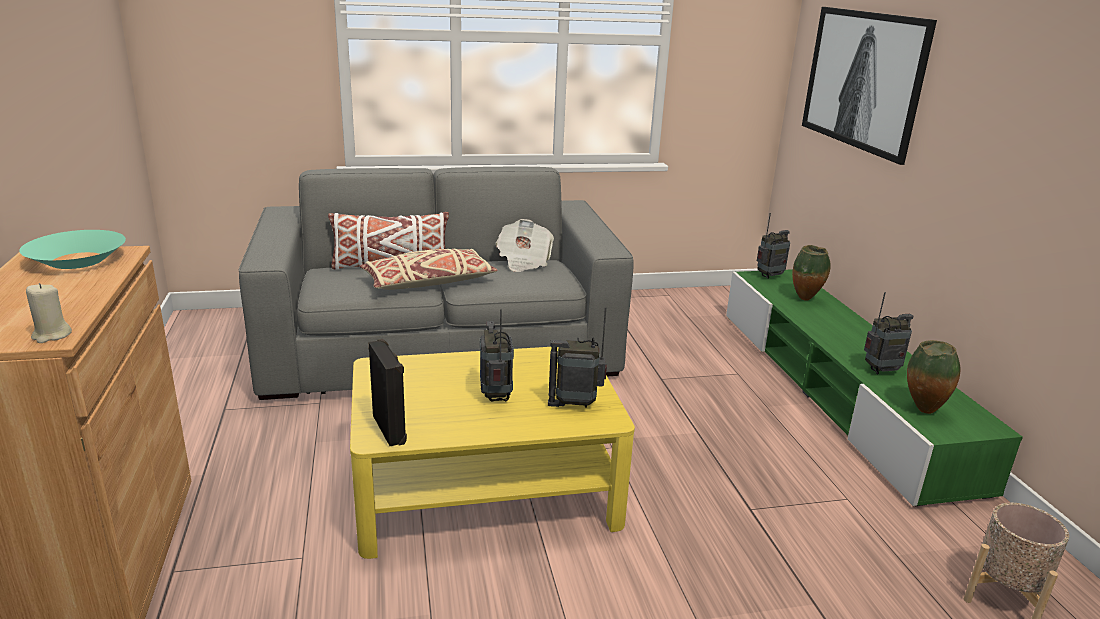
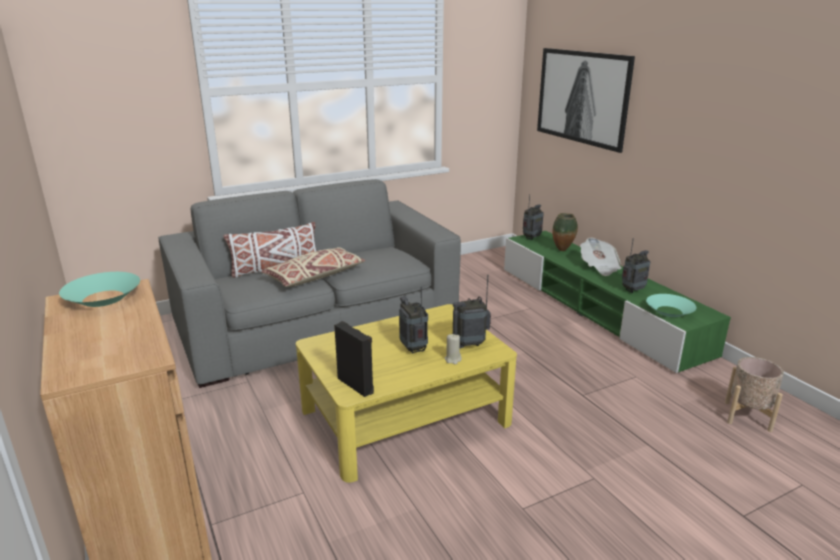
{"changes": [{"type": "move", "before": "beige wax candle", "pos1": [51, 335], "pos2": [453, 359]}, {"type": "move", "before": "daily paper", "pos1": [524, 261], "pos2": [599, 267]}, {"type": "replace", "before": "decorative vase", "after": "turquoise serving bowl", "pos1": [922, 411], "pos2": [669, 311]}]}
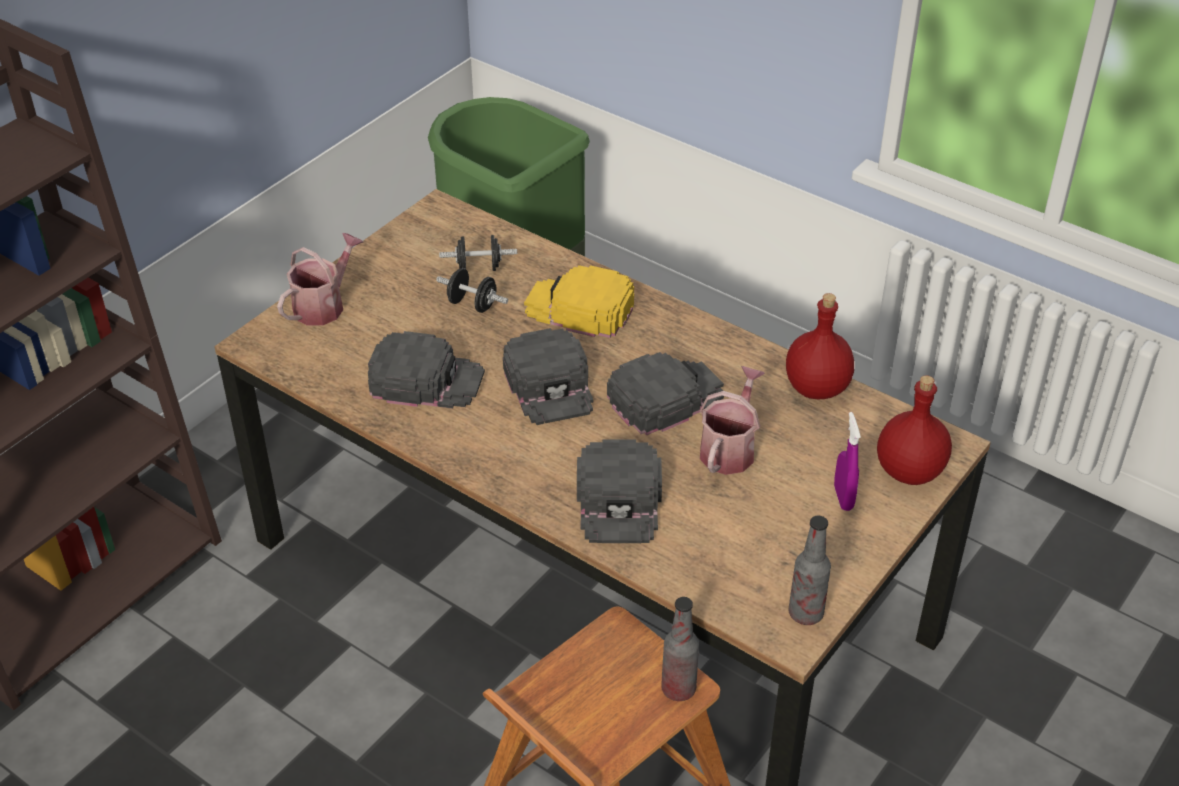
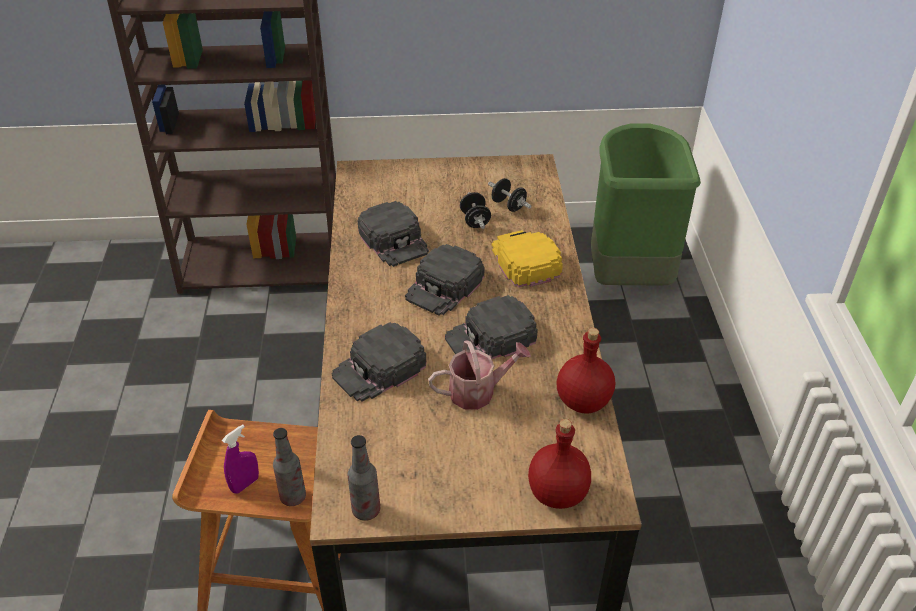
{"changes": [{"type": "move", "before": "purple sprayer", "pos1": [843, 498], "pos2": [245, 484]}, {"type": "rotate", "before": "black-coloured peaked cap", "pos1": [665, 397], "pos2": [491, 337], "turn": 135}, {"type": "delete", "before": "sprinkling can", "pos1": [323, 305]}]}
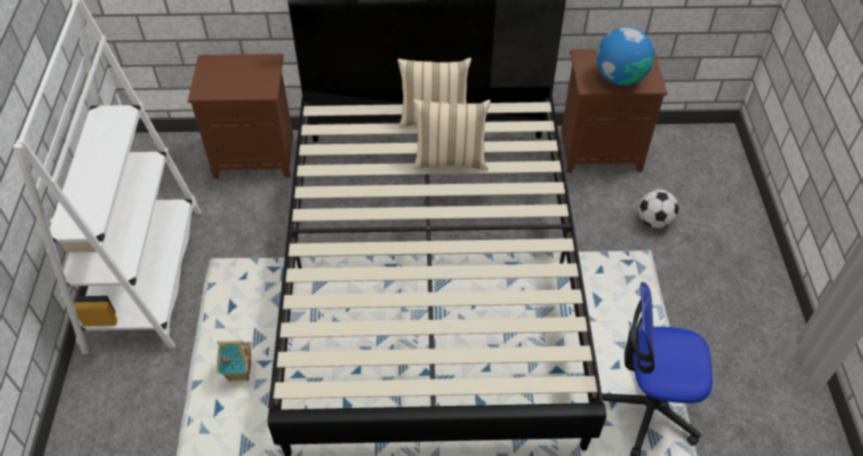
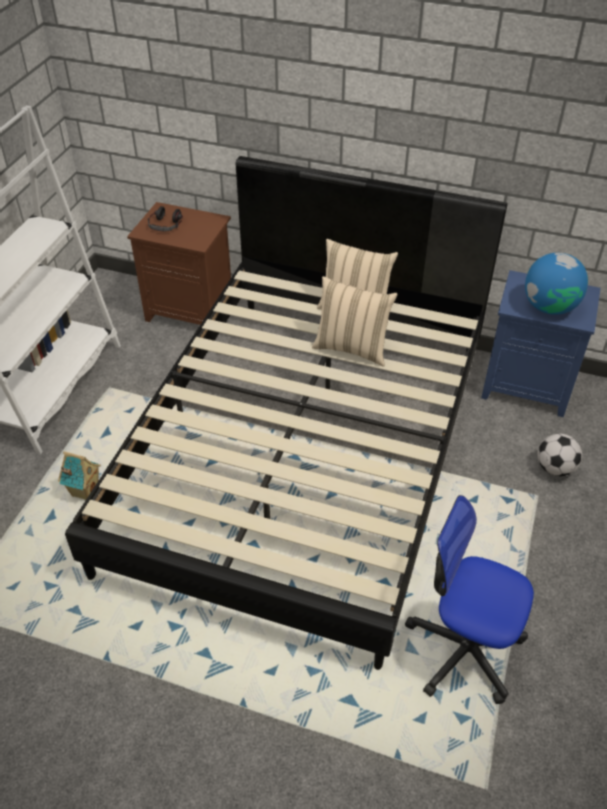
{"changes": [{"type": "insert", "after": "headset", "pos2": [166, 224]}, {"type": "recolor", "before": "brown-coloured bedside table", "after": "blue bedside table", "pos1": [601, 149], "pos2": [528, 386]}]}
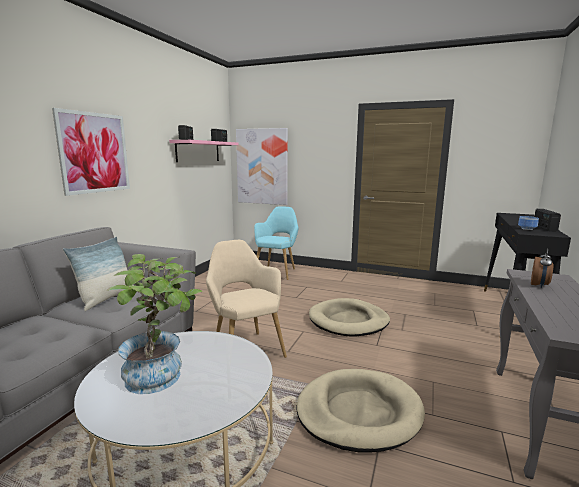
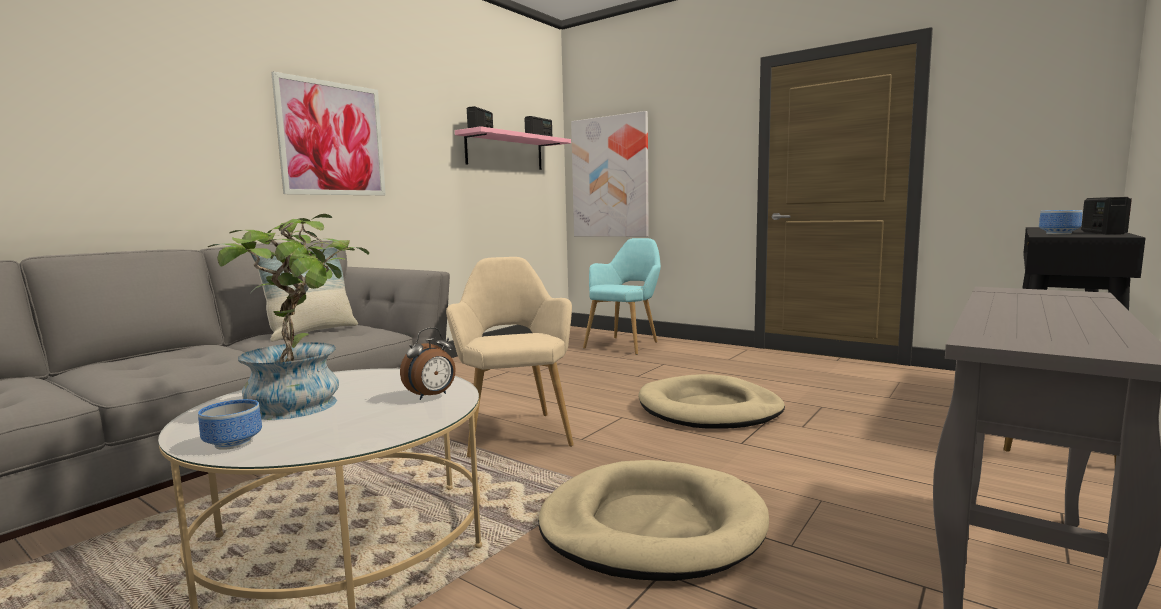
{"changes": [{"type": "insert", "after": "serving bowl", "pos2": [236, 442]}, {"type": "move", "before": "alarm clock", "pos1": [539, 285], "pos2": [432, 396]}]}
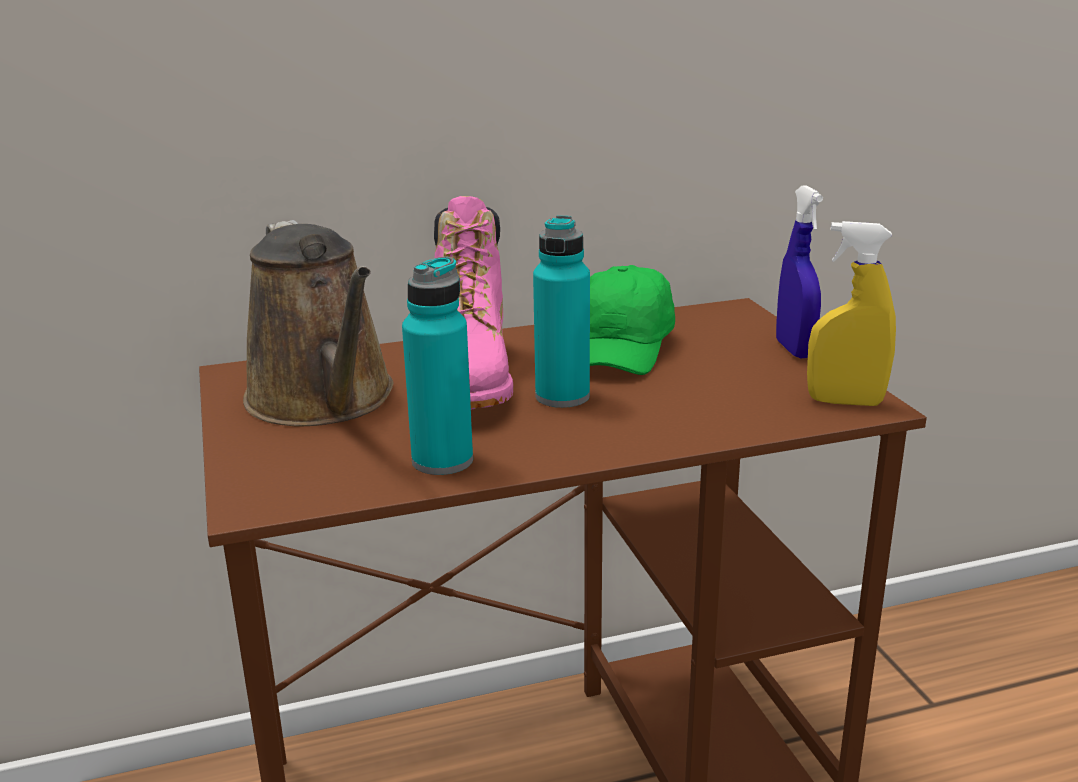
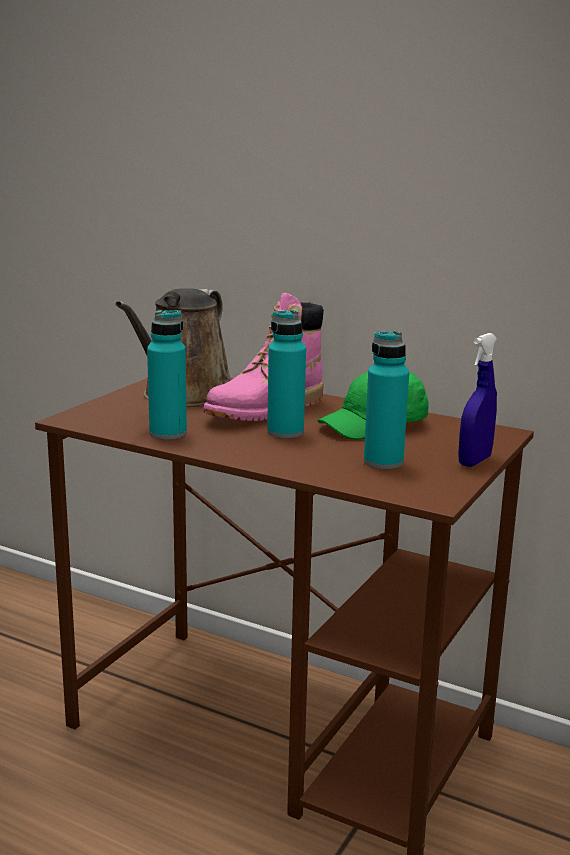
{"changes": [{"type": "insert", "after": "turquoise drink bottle", "pos2": [383, 462]}, {"type": "delete", "before": "yellowish sprayer", "pos1": [845, 402]}]}
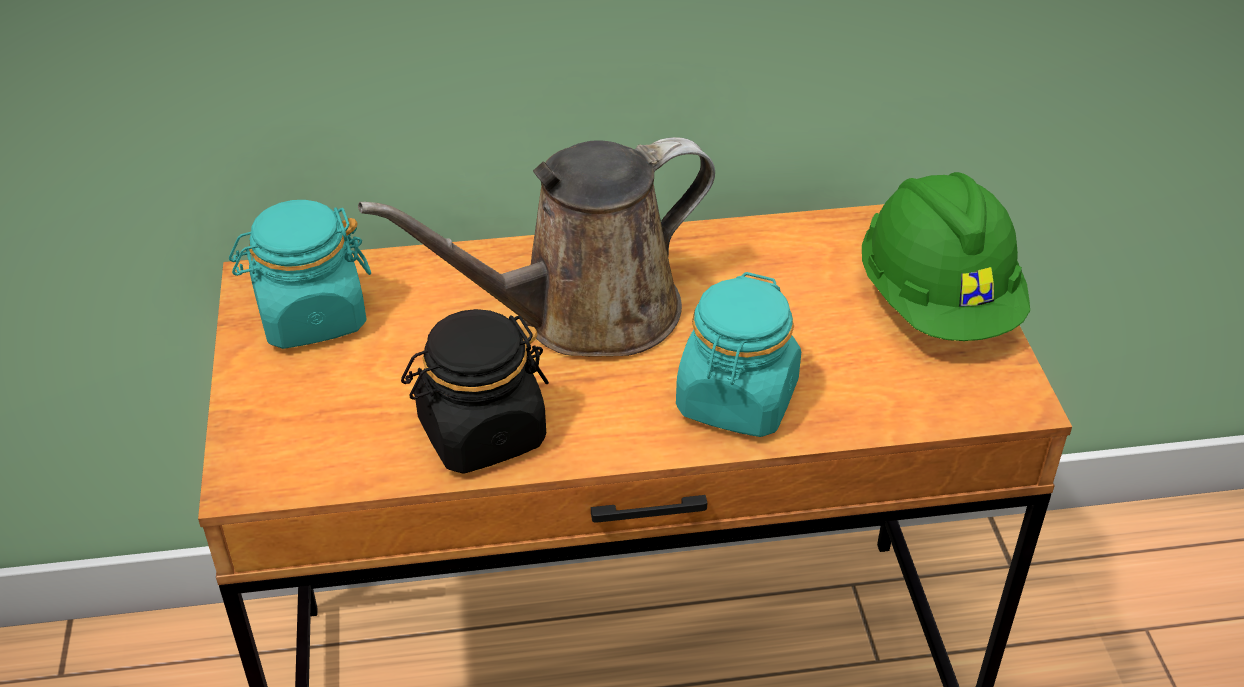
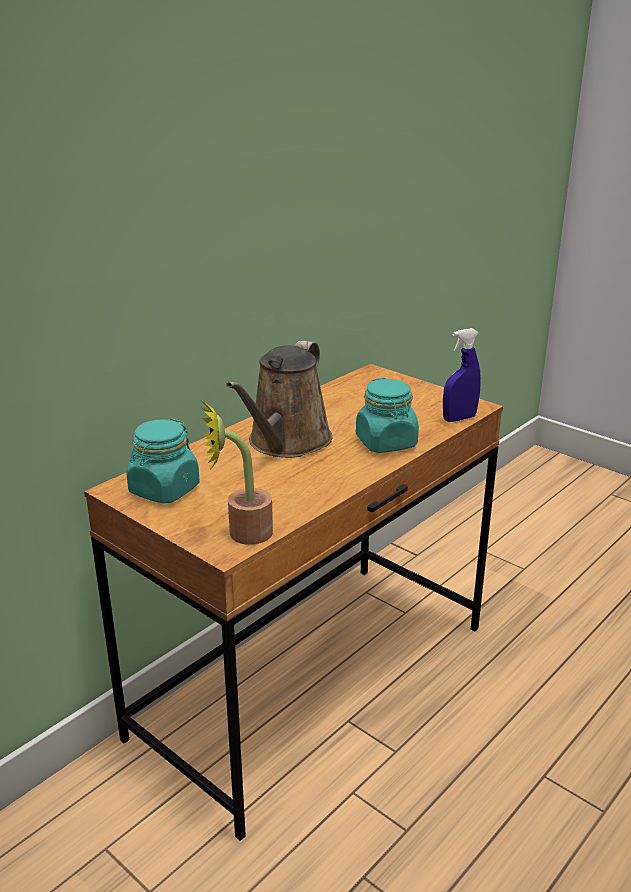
{"changes": [{"type": "insert", "after": "plant in a pot", "pos2": [241, 533]}, {"type": "insert", "after": "blue sprayer", "pos2": [459, 419]}, {"type": "delete", "before": "black-coloured jar", "pos1": [481, 433]}, {"type": "delete", "before": "green safety helmet", "pos1": [937, 302]}]}
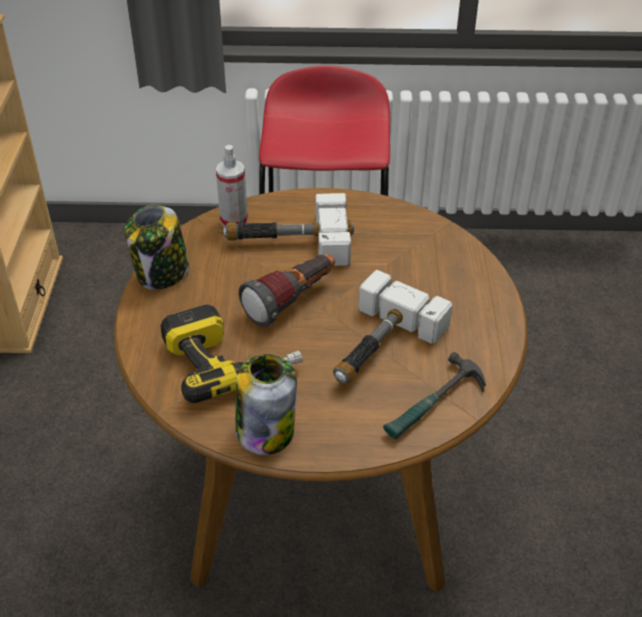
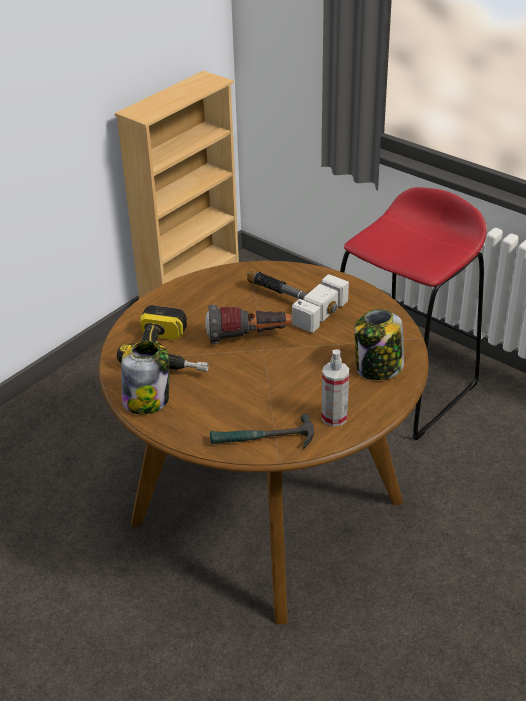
{"changes": [{"type": "move", "before": "sprayer", "pos1": [234, 221], "pos2": [334, 417]}, {"type": "move", "before": "jar", "pos1": [162, 273], "pos2": [378, 368]}, {"type": "delete", "before": "hammer", "pos1": [378, 346]}]}
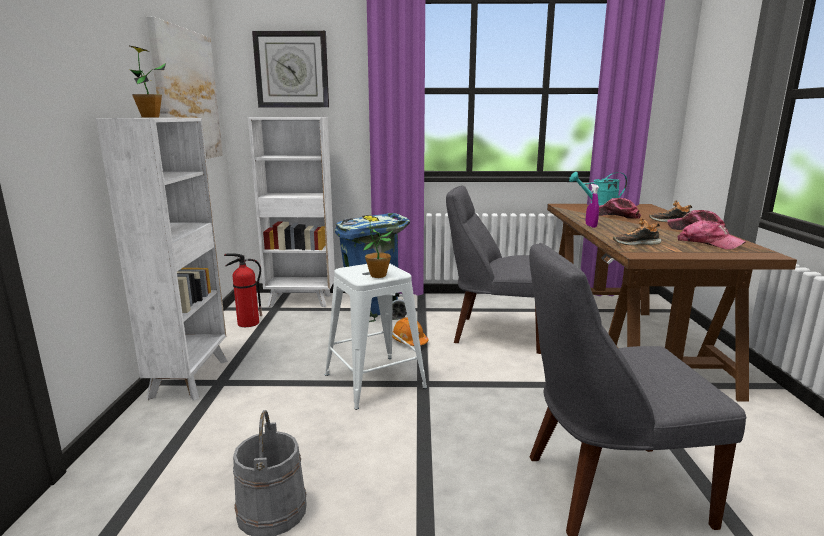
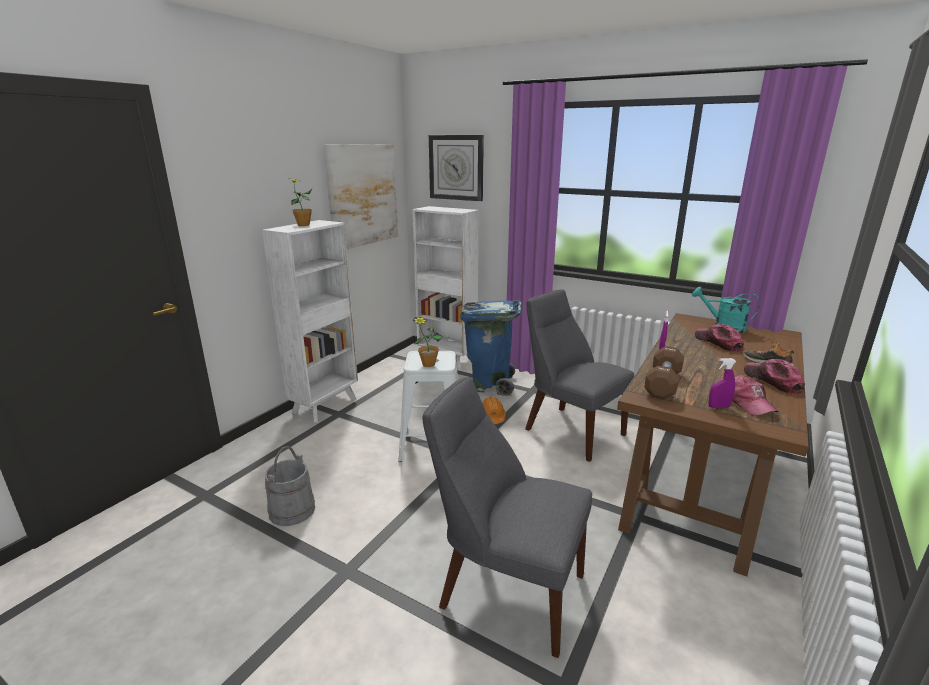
{"changes": [{"type": "replace", "before": "item of footwear", "after": "brown-coloured dumbbell", "pos1": [635, 243], "pos2": [663, 384]}, {"type": "insert", "after": "purple sprayer", "pos2": [718, 407]}, {"type": "delete", "before": "extinguisher", "pos1": [247, 323]}]}
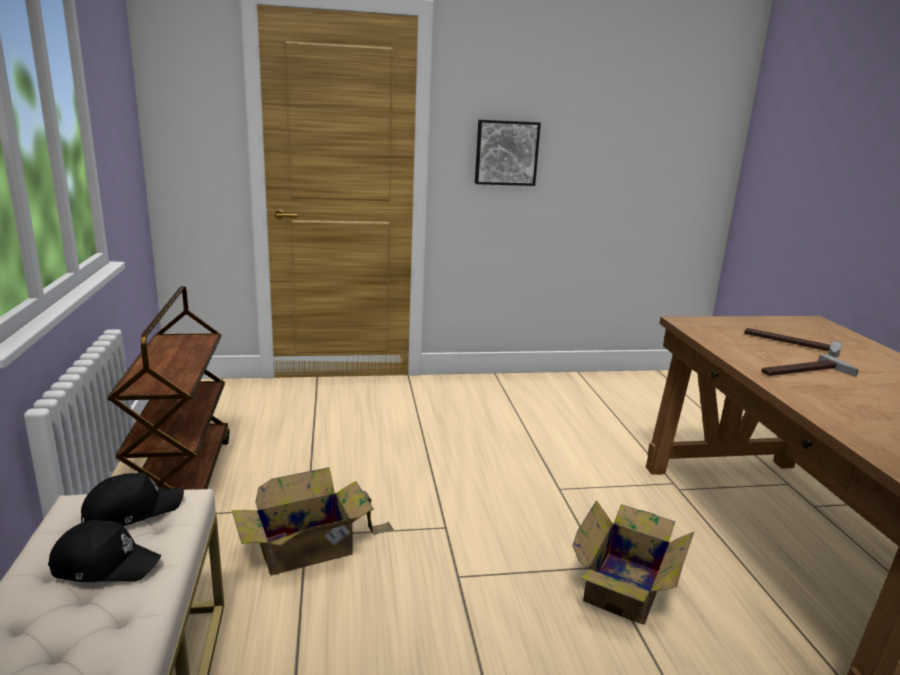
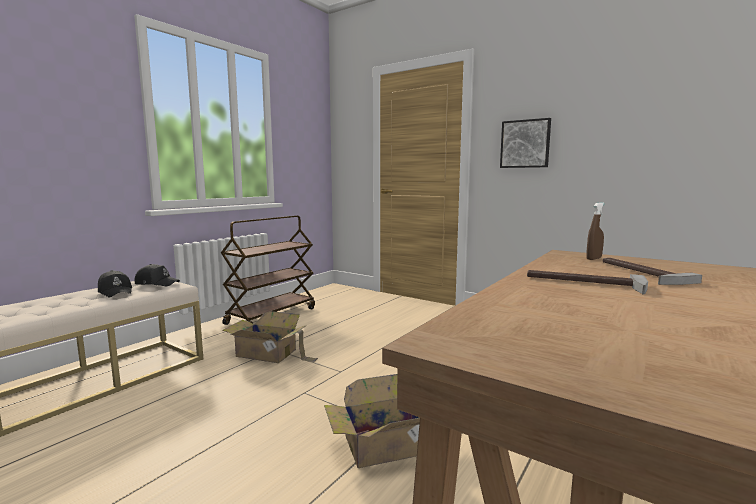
{"changes": [{"type": "insert", "after": "brown-coloured sprayer", "pos2": [594, 258]}]}
